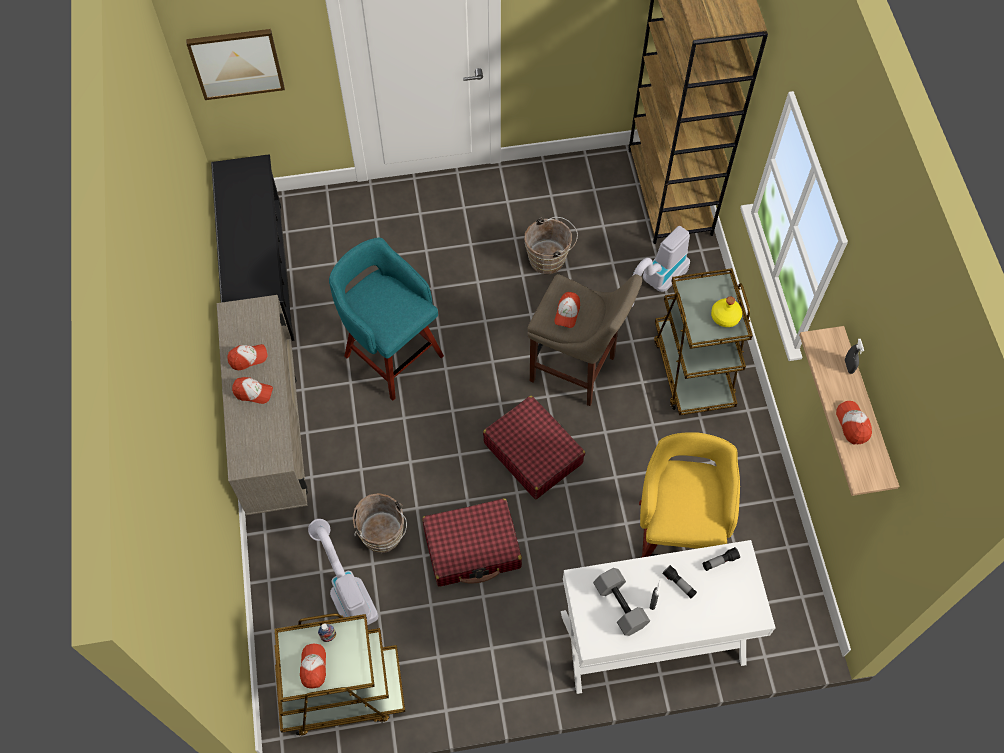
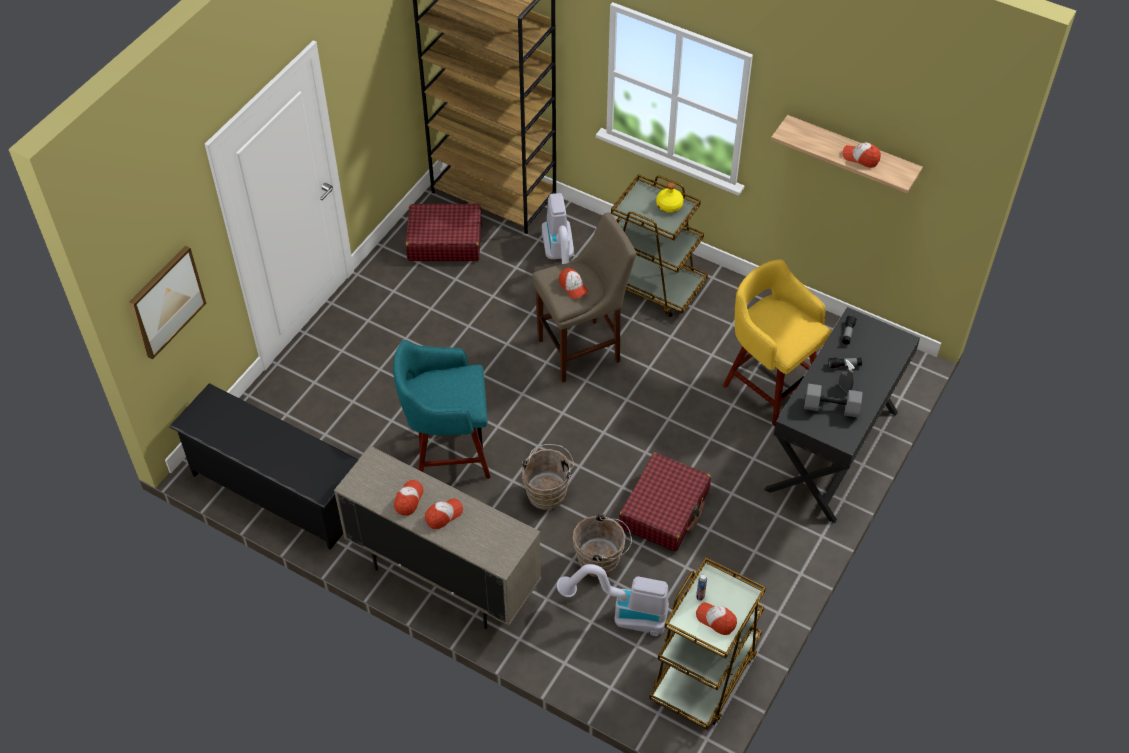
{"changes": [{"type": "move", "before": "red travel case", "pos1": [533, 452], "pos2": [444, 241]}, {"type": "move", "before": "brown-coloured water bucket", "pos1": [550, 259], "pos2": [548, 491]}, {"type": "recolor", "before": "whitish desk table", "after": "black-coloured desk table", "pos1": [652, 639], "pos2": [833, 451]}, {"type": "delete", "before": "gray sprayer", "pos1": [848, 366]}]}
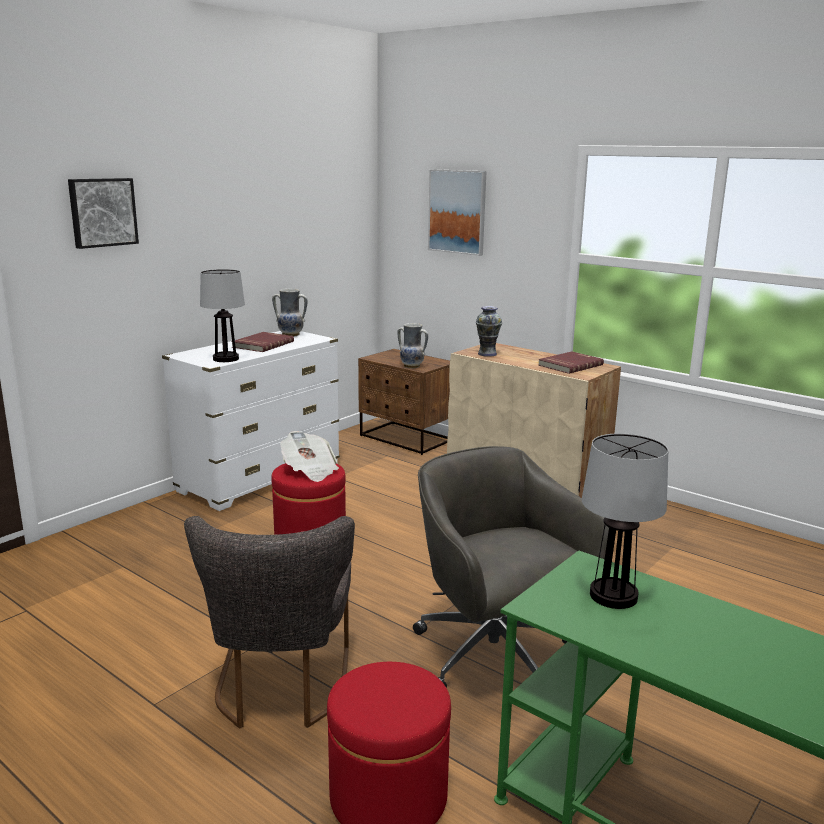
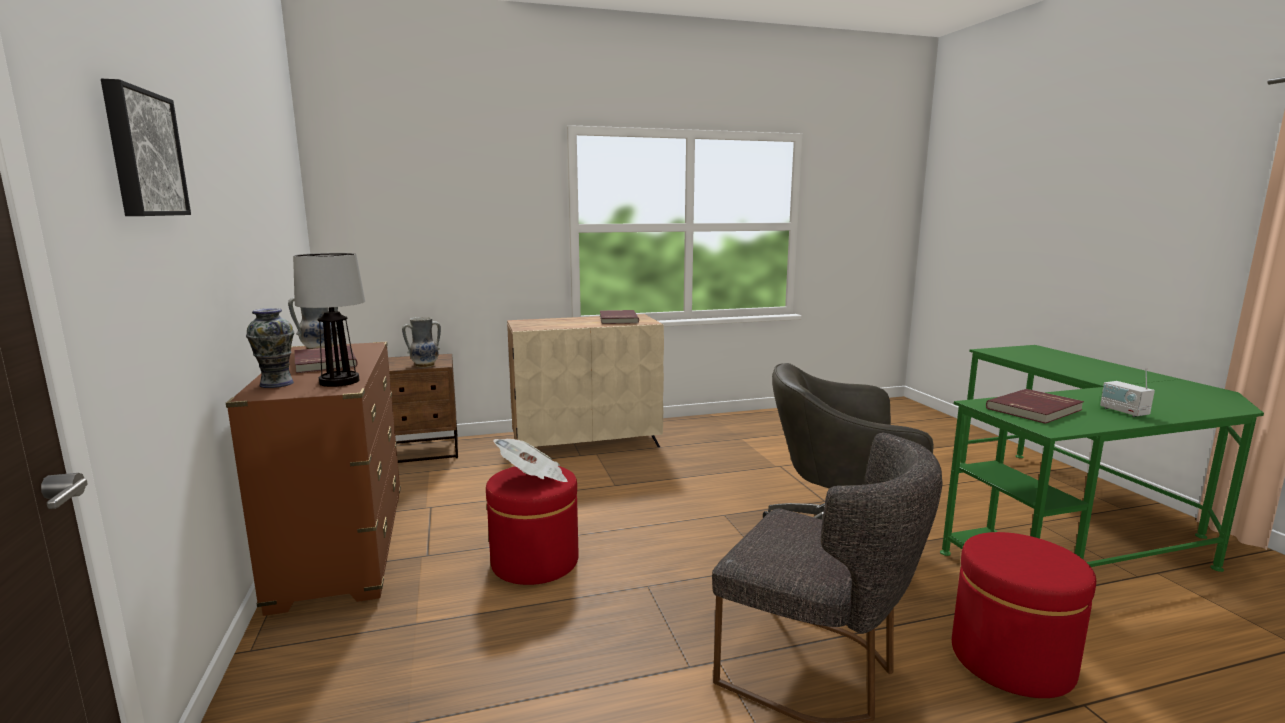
{"changes": [{"type": "recolor", "before": "whitish drawer chest", "after": "brown-coloured drawer chest", "pos1": [260, 478], "pos2": [342, 547]}, {"type": "move", "before": "decorative vase", "pos1": [486, 354], "pos2": [276, 384]}, {"type": "replace", "before": "tabletop lamp", "after": "red book", "pos1": [614, 596], "pos2": [1035, 409]}, {"type": "insert", "after": "radio receiver", "pos2": [1124, 412]}, {"type": "delete", "before": "wall picture", "pos1": [457, 211]}]}
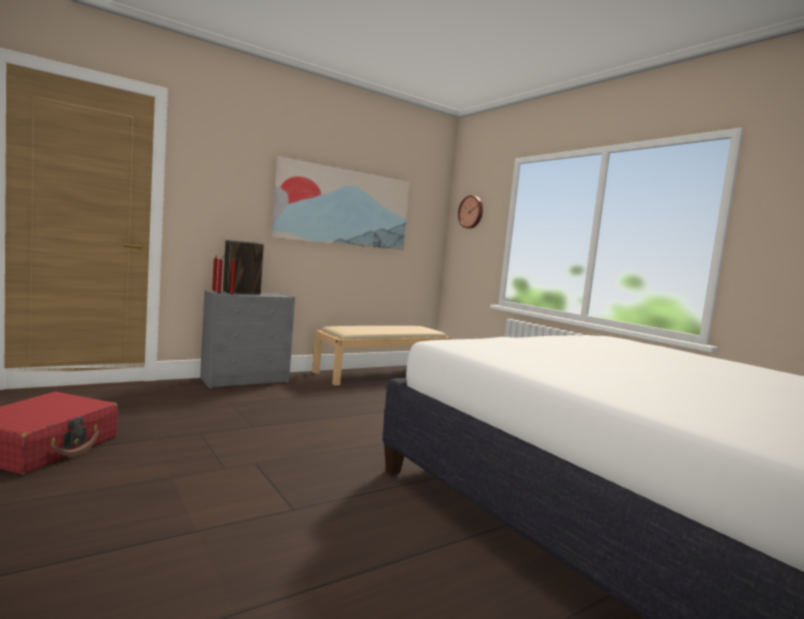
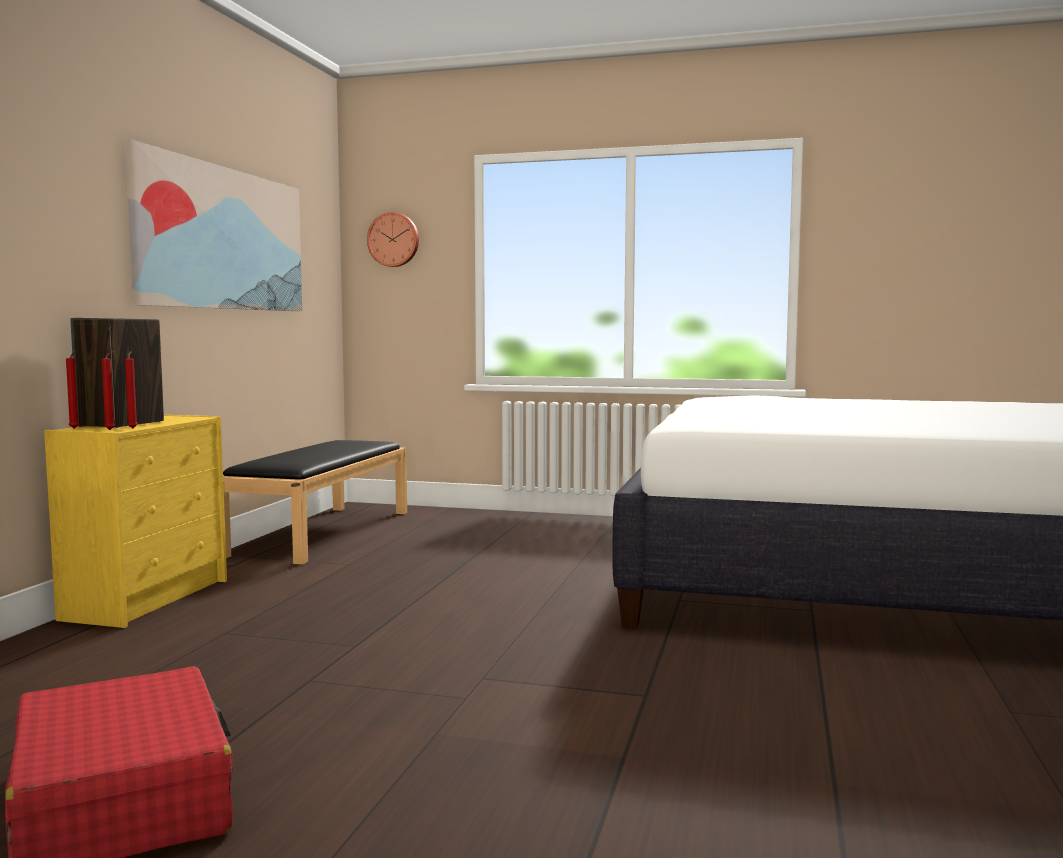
{"changes": [{"type": "recolor", "before": "gray drawer chest", "after": "yellowish drawer chest", "pos1": [246, 380], "pos2": [149, 599]}, {"type": "recolor", "before": "beige long seat", "after": "black-coloured long seat", "pos1": [382, 374], "pos2": [322, 532]}]}
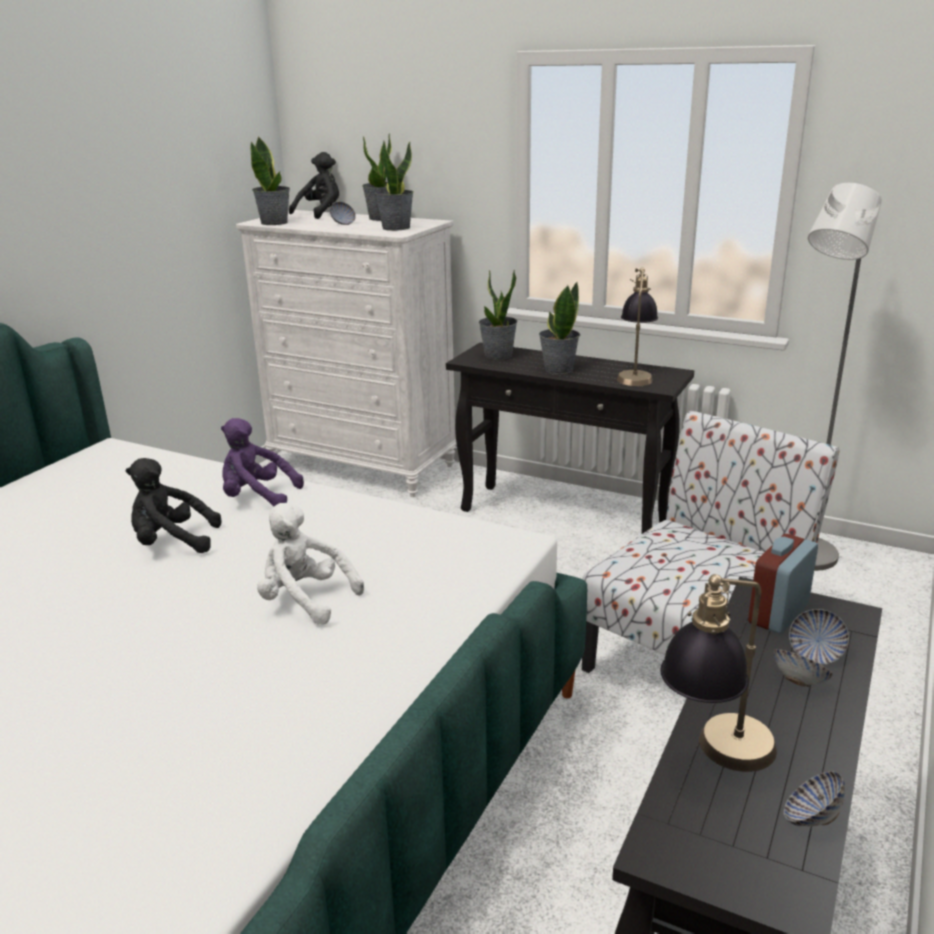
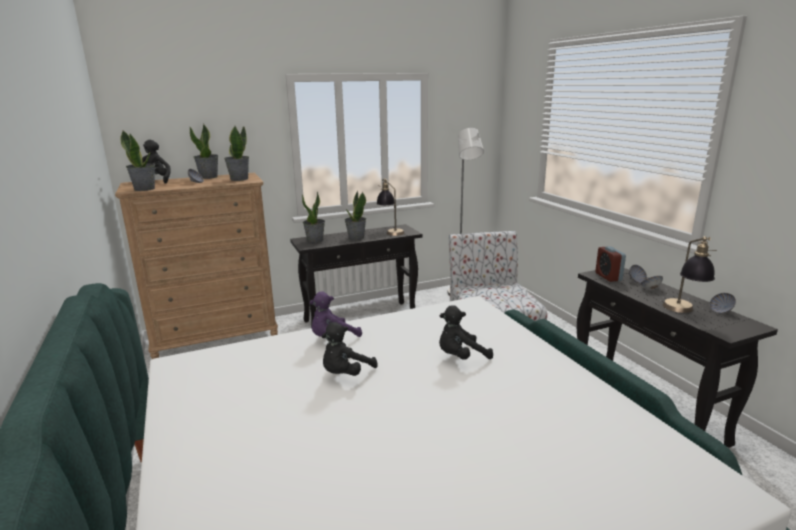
{"changes": [{"type": "recolor", "before": "whitish drawer chest", "after": "brown-coloured drawer chest", "pos1": [362, 465], "pos2": [216, 340]}, {"type": "recolor", "before": "whitish plush toy", "after": "black-coloured plush toy", "pos1": [305, 600], "pos2": [460, 357]}]}
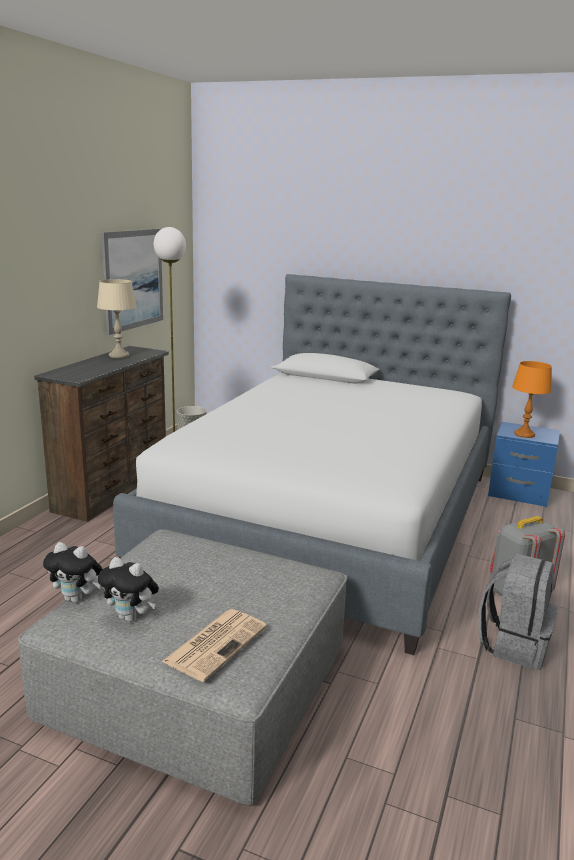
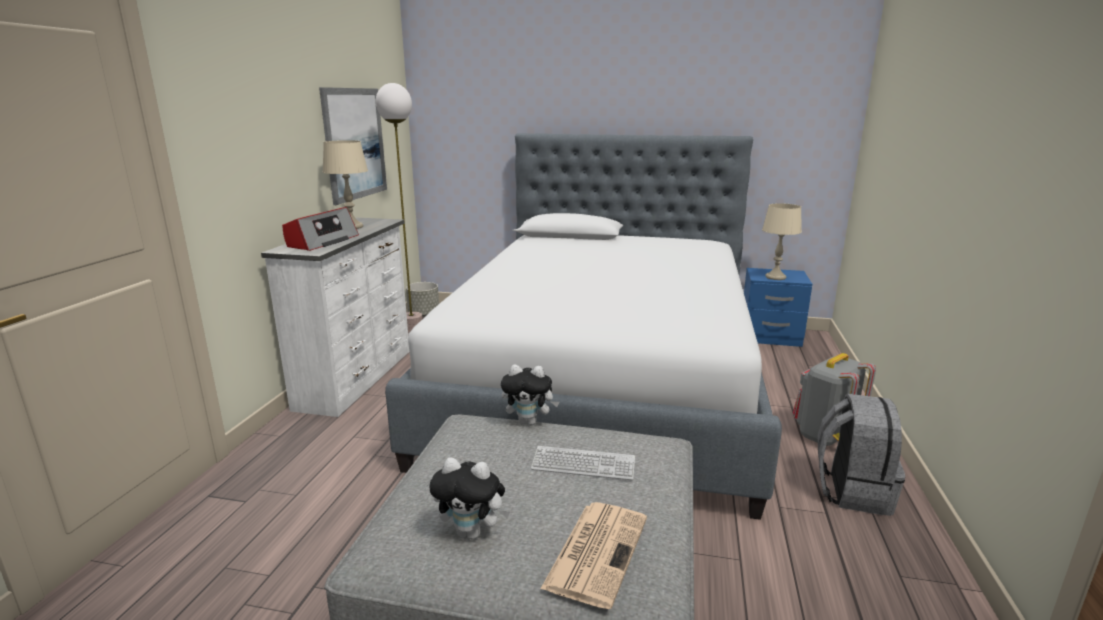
{"changes": [{"type": "recolor", "before": "brown-coloured drawer chest", "after": "whitish drawer chest", "pos1": [114, 490], "pos2": [358, 378]}, {"type": "insert", "after": "radio receiver", "pos2": [322, 241]}, {"type": "move", "before": "plush toy", "pos1": [77, 599], "pos2": [529, 422]}, {"type": "insert", "after": "keyboard", "pos2": [583, 465]}, {"type": "recolor", "before": "orange-coloured tabletop lamp", "after": "beige tabletop lamp", "pos1": [524, 434], "pos2": [775, 277]}]}
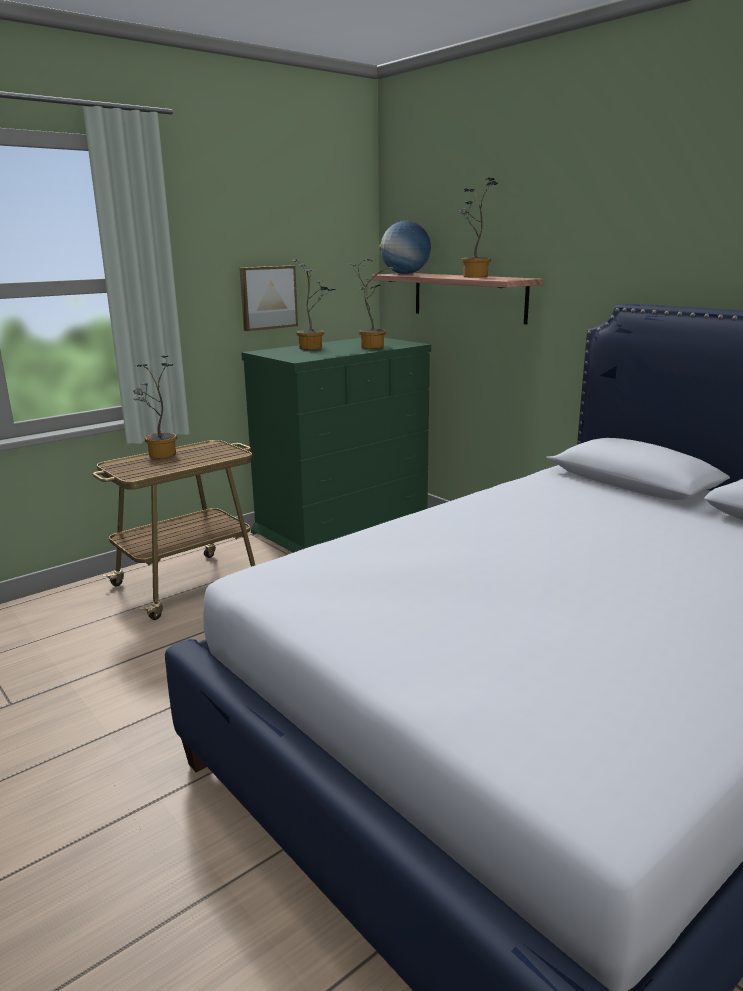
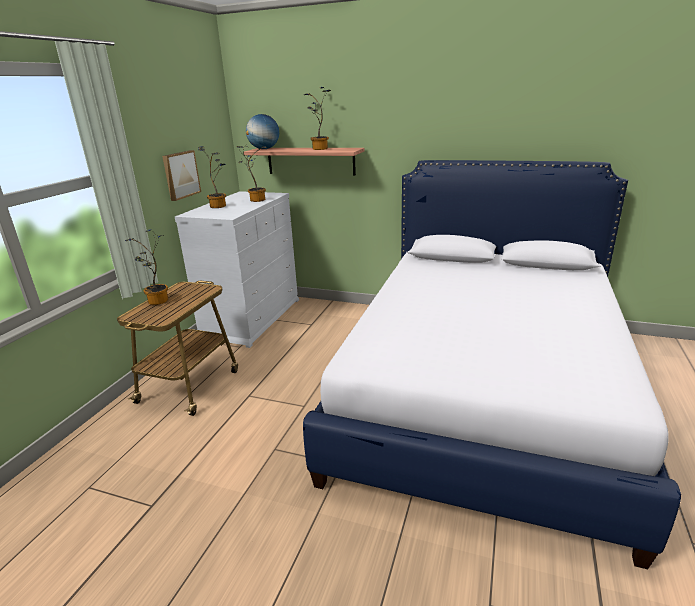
{"changes": [{"type": "recolor", "before": "green drawer chest", "after": "whitish drawer chest", "pos1": [343, 524], "pos2": [251, 318]}]}
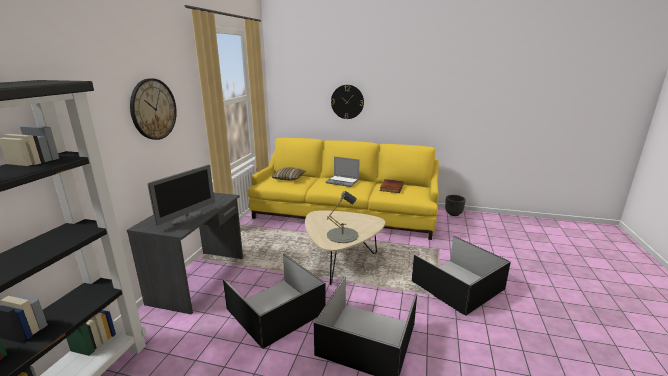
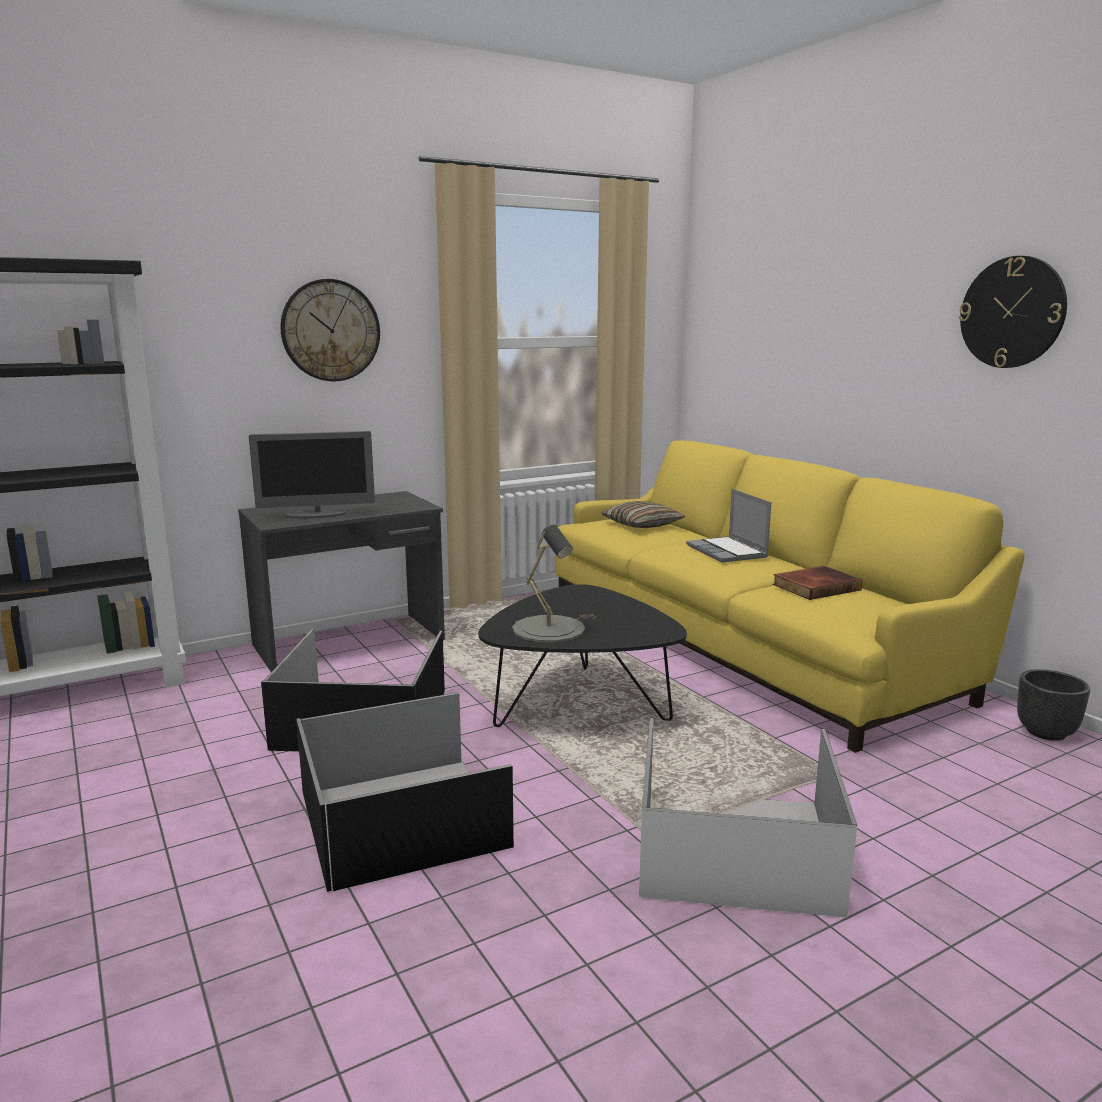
{"changes": [{"type": "recolor", "before": "beige coffee table", "after": "black-coloured coffee table", "pos1": [341, 261], "pos2": [580, 705]}, {"type": "recolor", "before": "black-coloured storage box", "after": "whitish storage box", "pos1": [457, 285], "pos2": [739, 848]}, {"type": "move", "before": "wall clock", "pos1": [347, 102], "pos2": [1012, 312]}]}
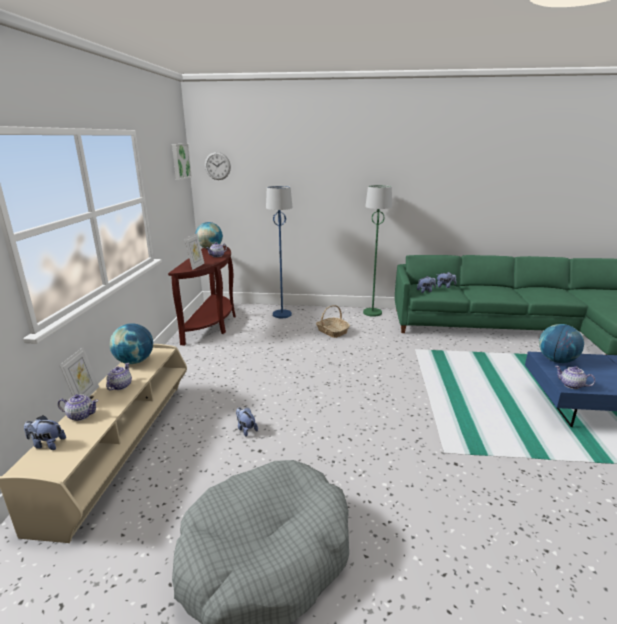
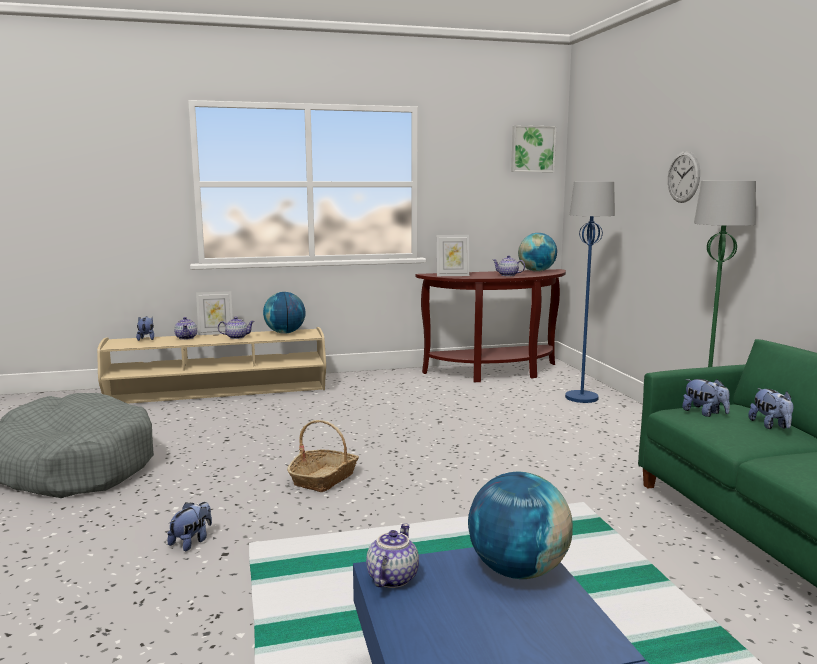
{"changes": [{"type": "move", "before": "plush toy", "pos1": [246, 429], "pos2": [192, 541]}, {"type": "move", "before": "household basket", "pos1": [332, 331], "pos2": [324, 478]}, {"type": "move", "before": "wall clock", "pos1": [217, 166], "pos2": [683, 177]}]}
